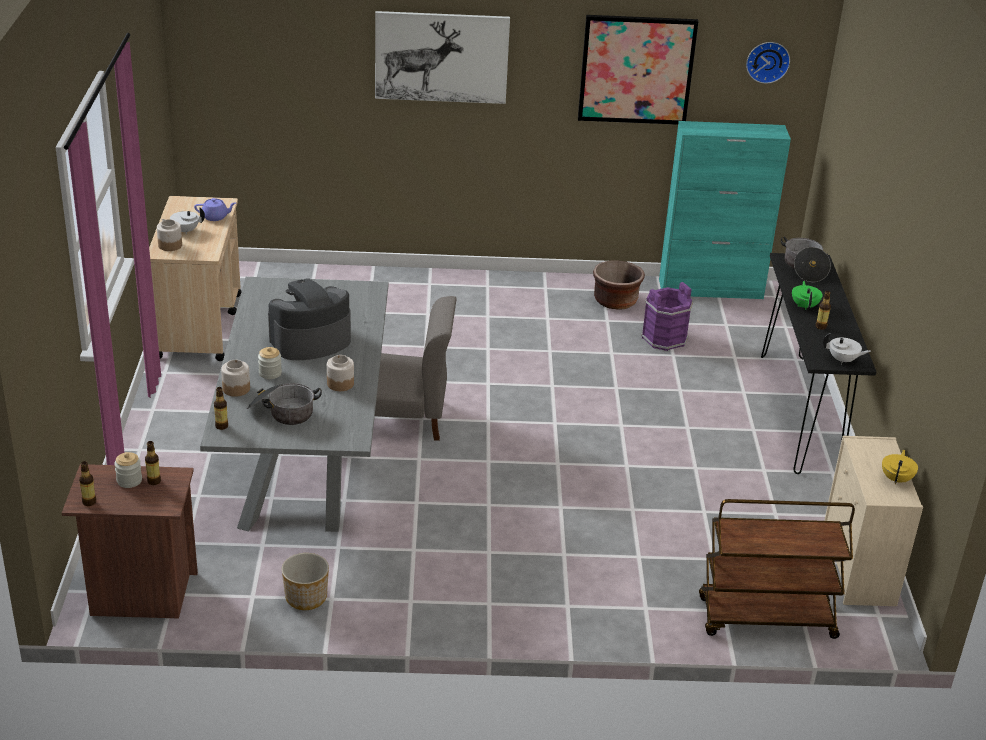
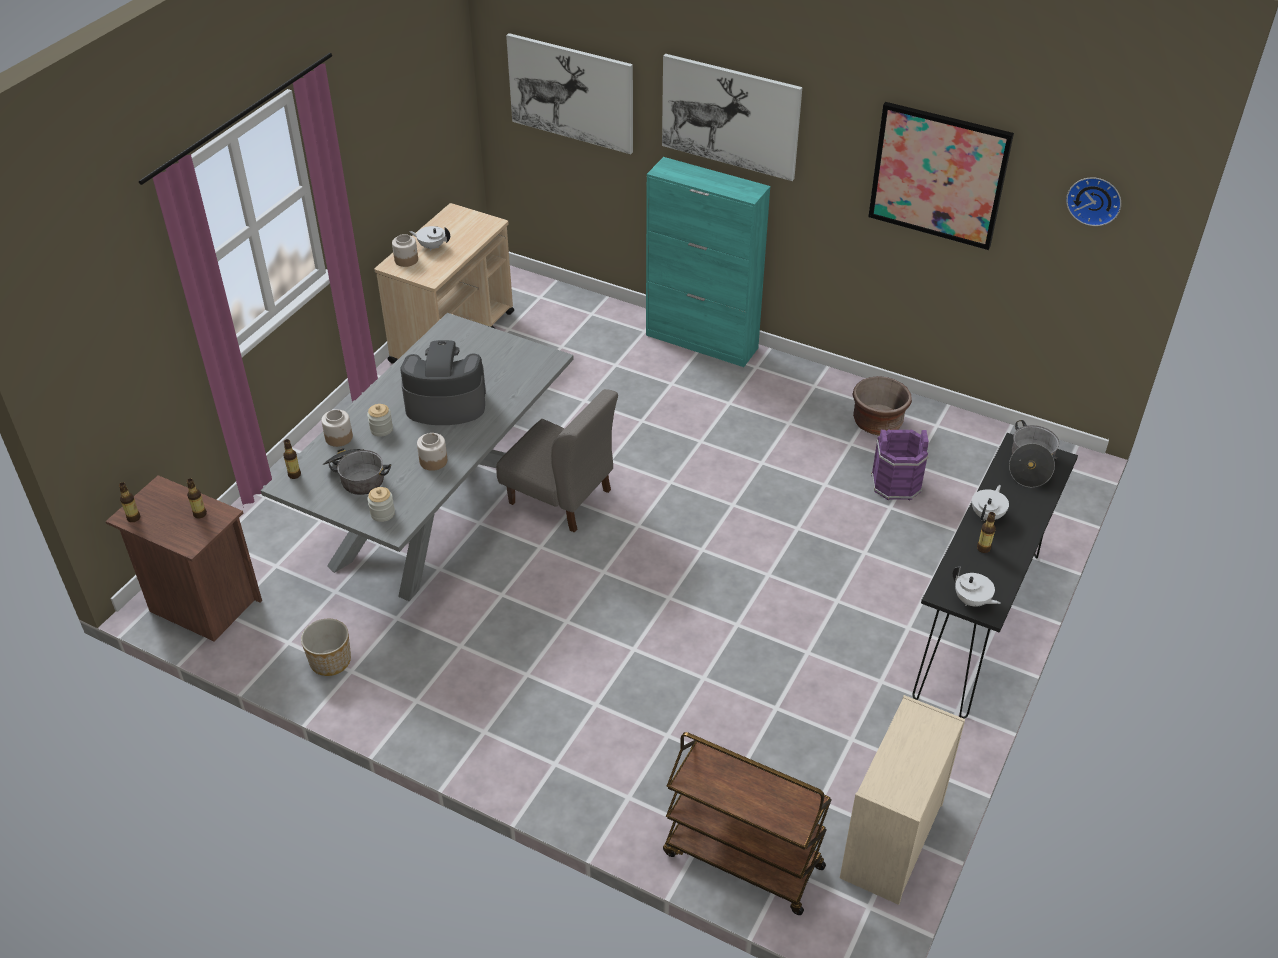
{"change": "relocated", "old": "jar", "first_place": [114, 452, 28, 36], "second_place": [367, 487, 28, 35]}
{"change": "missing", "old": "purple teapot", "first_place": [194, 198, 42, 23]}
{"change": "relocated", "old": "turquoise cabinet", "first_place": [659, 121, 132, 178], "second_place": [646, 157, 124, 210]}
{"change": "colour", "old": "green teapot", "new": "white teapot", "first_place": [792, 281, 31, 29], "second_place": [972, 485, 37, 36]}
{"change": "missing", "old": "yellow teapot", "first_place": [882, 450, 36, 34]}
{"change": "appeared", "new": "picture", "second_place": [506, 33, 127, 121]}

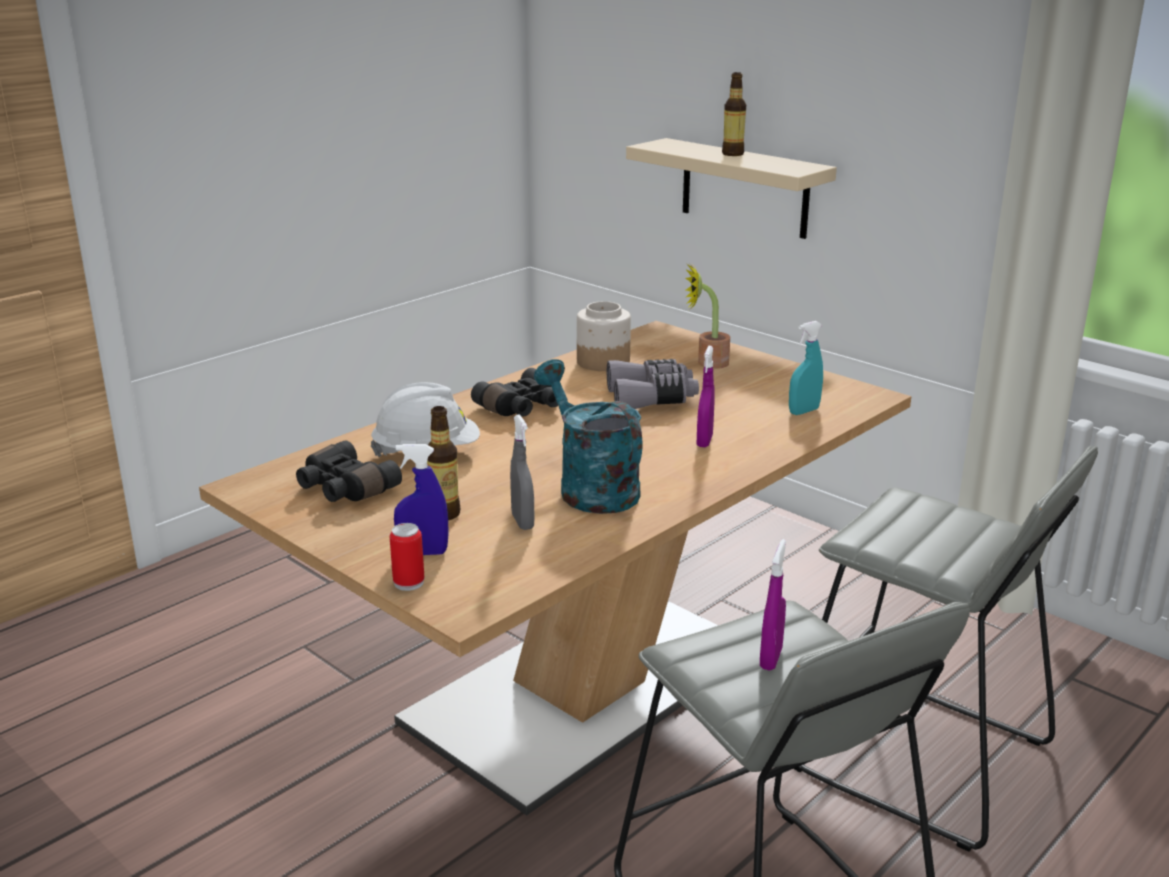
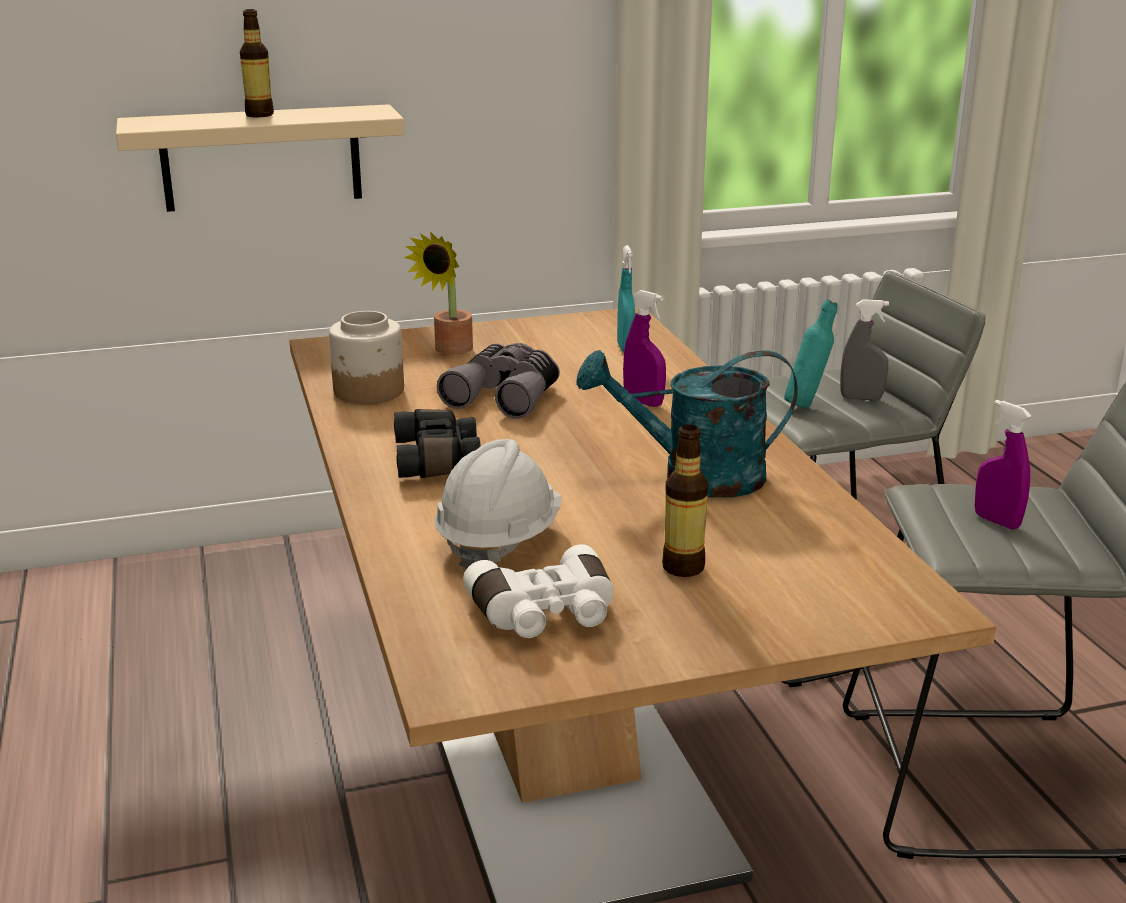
{"change": "colour", "old": "black binoculars", "new": "white binoculars", "first_place": [296, 440, 106, 62], "second_place": [463, 544, 150, 94]}
{"change": "missing", "old": "can", "first_place": [390, 523, 34, 68]}
{"change": "missing", "old": "blue spray bottle", "first_place": [394, 444, 55, 111]}
{"change": "relocated", "old": "grey spray bottle", "first_place": [510, 414, 25, 116], "second_place": [840, 299, 49, 101]}
{"change": "appeared", "new": "turquoise bottle", "second_place": [784, 300, 54, 108]}

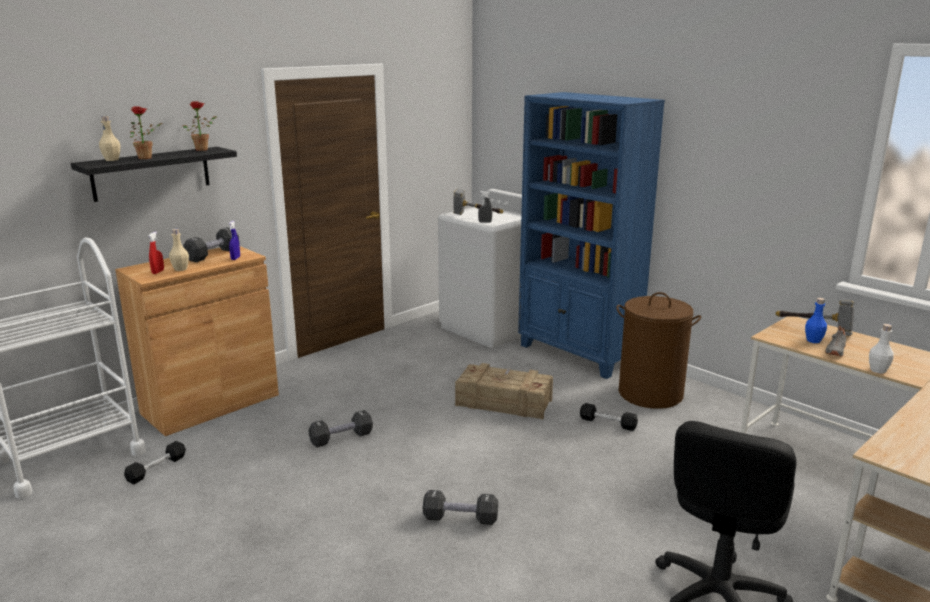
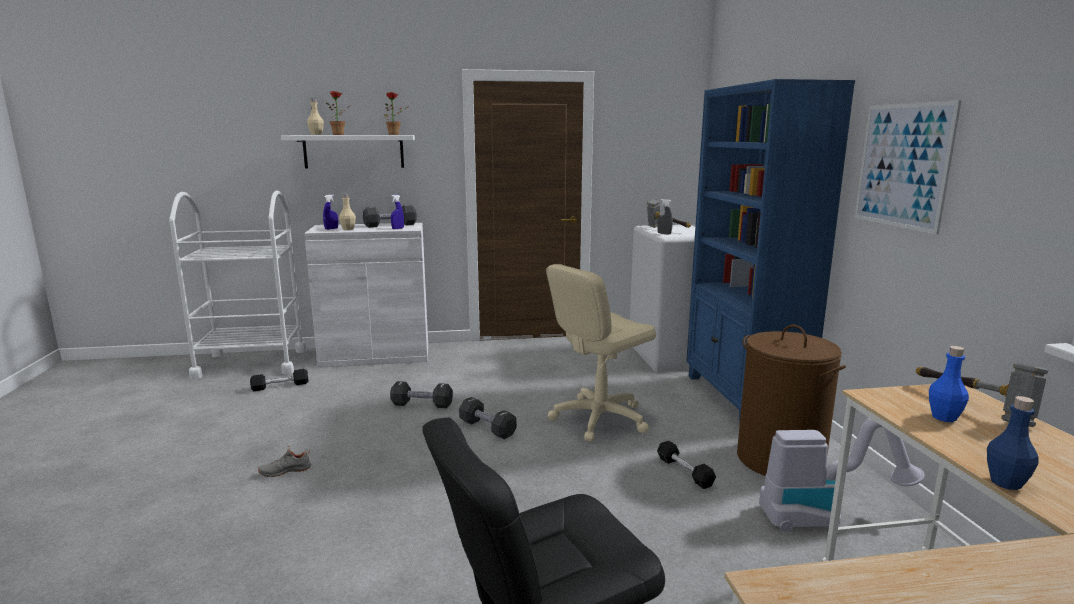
{"change": "colour", "old": "black shelf", "new": "white shelf", "first_place": [71, 147, 166, 55], "second_place": [281, 135, 134, 34]}
{"change": "colour", "old": "brown cabinet", "new": "white cabinet", "first_place": [115, 246, 164, 190], "second_place": [304, 223, 124, 145]}
{"change": "colour", "old": "red spray bottle", "new": "blue spray bottle", "first_place": [148, 231, 16, 43], "second_place": [323, 195, 15, 35]}
{"change": "relocated", "old": "black dumbbell", "first_place": [423, 490, 75, 35], "second_place": [459, 397, 58, 42]}
{"change": "exchanged", "old": "crate", "new": "beige office chair", "first_place": [455, 363, 98, 56], "second_place": [546, 264, 110, 178]}
{"change": "relocated", "old": "grey shoe", "first_place": [825, 326, 21, 31], "second_place": [258, 446, 53, 31]}
{"change": "colour", "old": "white bottle", "new": "blue bottle", "first_place": [869, 324, 25, 50], "second_place": [987, 396, 51, 94]}
{"change": "appeared", "new": "vacuum cleaner", "second_place": [759, 418, 166, 114]}
{"change": "appeared", "new": "picture", "second_place": [854, 100, 108, 135]}

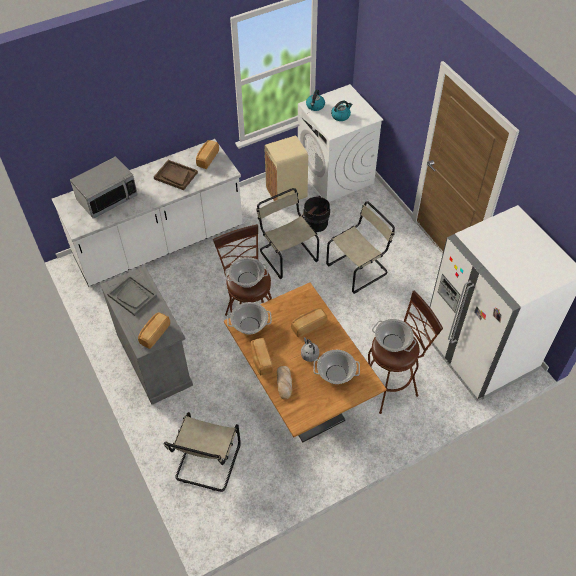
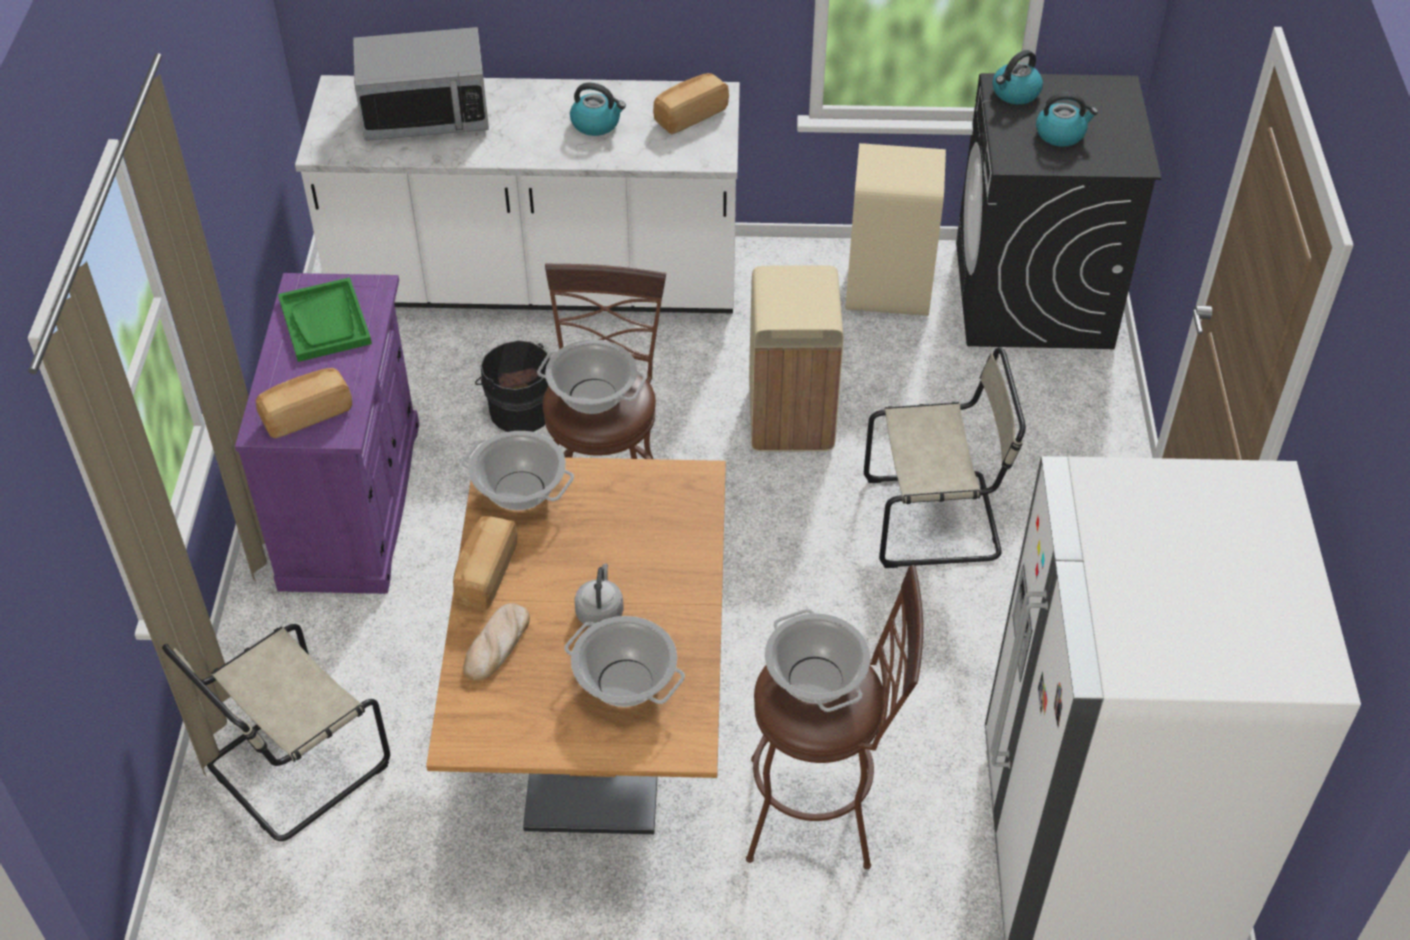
{"change": "colour", "old": "grey cabinet", "new": "purple cabinet", "first_place": [100, 266, 93, 139], "second_place": [235, 273, 184, 321]}
{"change": "colour", "old": "grey tray", "new": "green tray", "first_place": [107, 275, 50, 41], "second_place": [278, 277, 94, 85]}
{"change": "exchanged", "old": "brown tray", "new": "kettle", "first_place": [154, 160, 44, 30], "second_place": [570, 82, 56, 54]}
{"change": "exchanged", "old": "beige chair", "new": "beige trash can", "first_place": [257, 188, 62, 91], "second_place": [749, 265, 95, 187]}
{"change": "missing", "old": "bread", "first_place": [291, 307, 37, 30]}
{"change": "colour", "old": "white washing machine", "new": "black washing machine", "first_place": [298, 84, 85, 118], "second_place": [956, 73, 205, 276]}
{"change": "relocated", "old": "black bucket", "first_place": [302, 196, 28, 36], "second_place": [475, 340, 75, 92]}

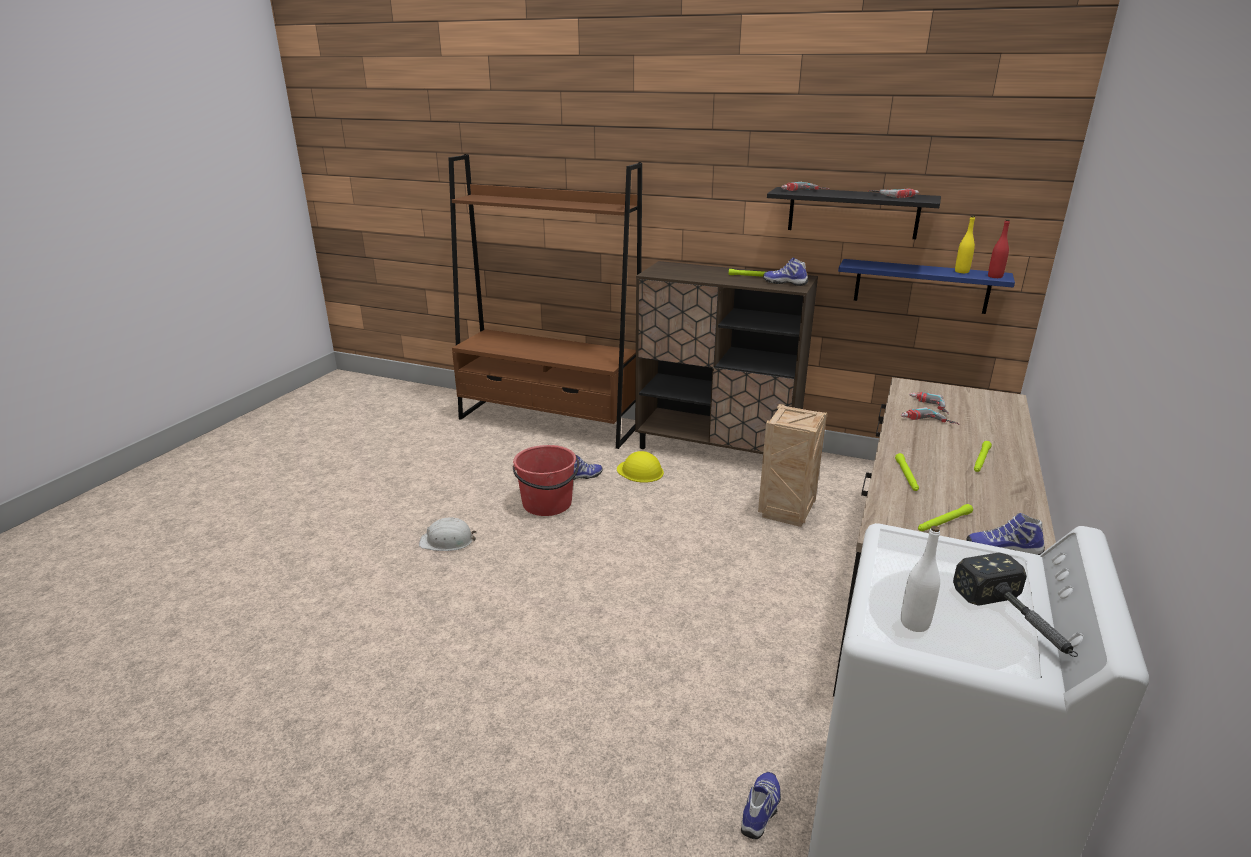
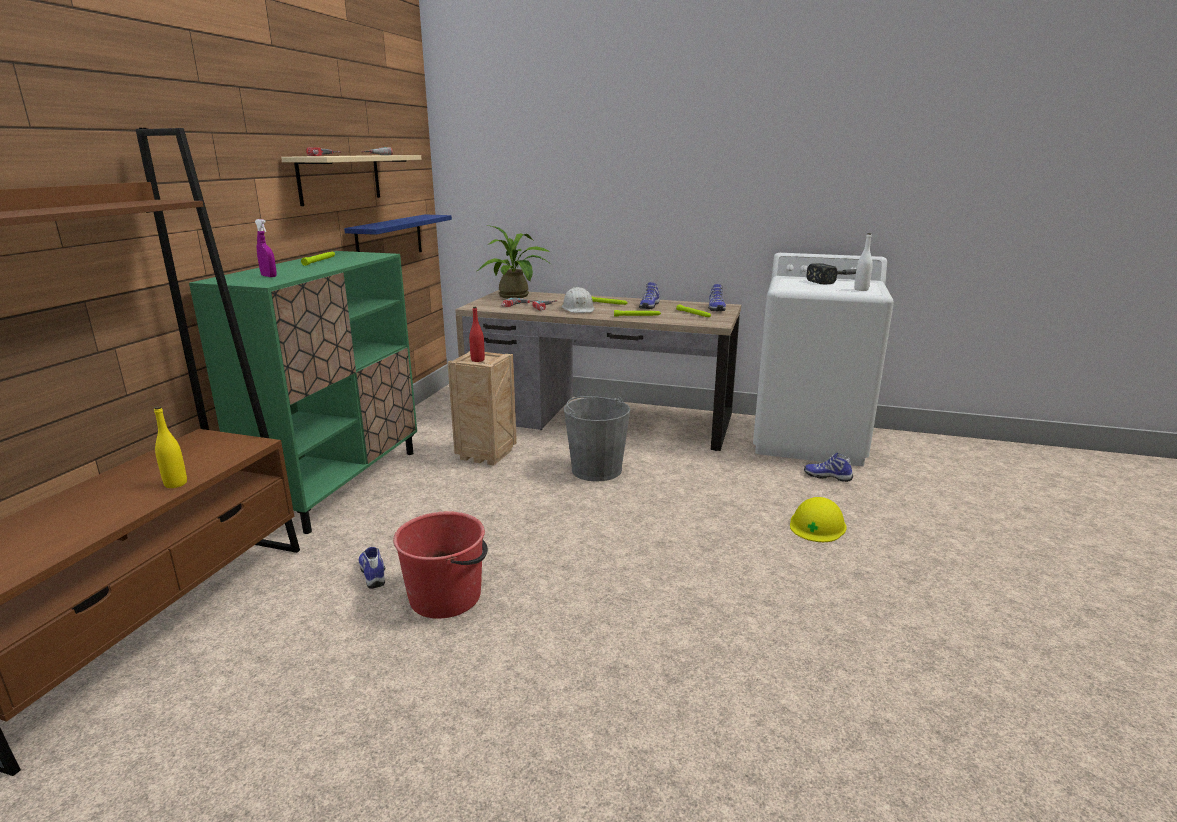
{"change": "relocated", "old": "white hard hat", "first_place": [419, 517, 58, 34], "second_place": [562, 287, 33, 26]}
{"change": "relocated", "old": "yellow hard hat", "first_place": [617, 451, 47, 32], "second_place": [790, 497, 57, 45]}
{"change": "colour", "old": "brown cabinet", "new": "green cabinet", "first_place": [635, 261, 183, 193], "second_place": [189, 251, 228, 283]}
{"change": "relocated", "old": "shoe", "first_place": [763, 258, 45, 28], "second_place": [639, 282, 20, 27]}
{"change": "colour", "old": "black shelf", "new": "beige shelf", "first_place": [767, 187, 174, 52], "second_place": [281, 155, 141, 51]}
{"change": "relocated", "old": "yellow bottle", "first_place": [955, 216, 20, 57], "second_place": [154, 406, 33, 82]}
{"change": "relocated", "old": "red bottle", "first_place": [988, 219, 22, 59], "second_place": [469, 307, 16, 55]}
{"change": "appeared", "new": "purple spray bottle", "second_place": [255, 219, 22, 58]}
{"change": "appeared", "new": "potted plant", "second_place": [477, 225, 75, 74]}
{"change": "appeared", "new": "grey bucket", "second_place": [564, 396, 66, 86]}

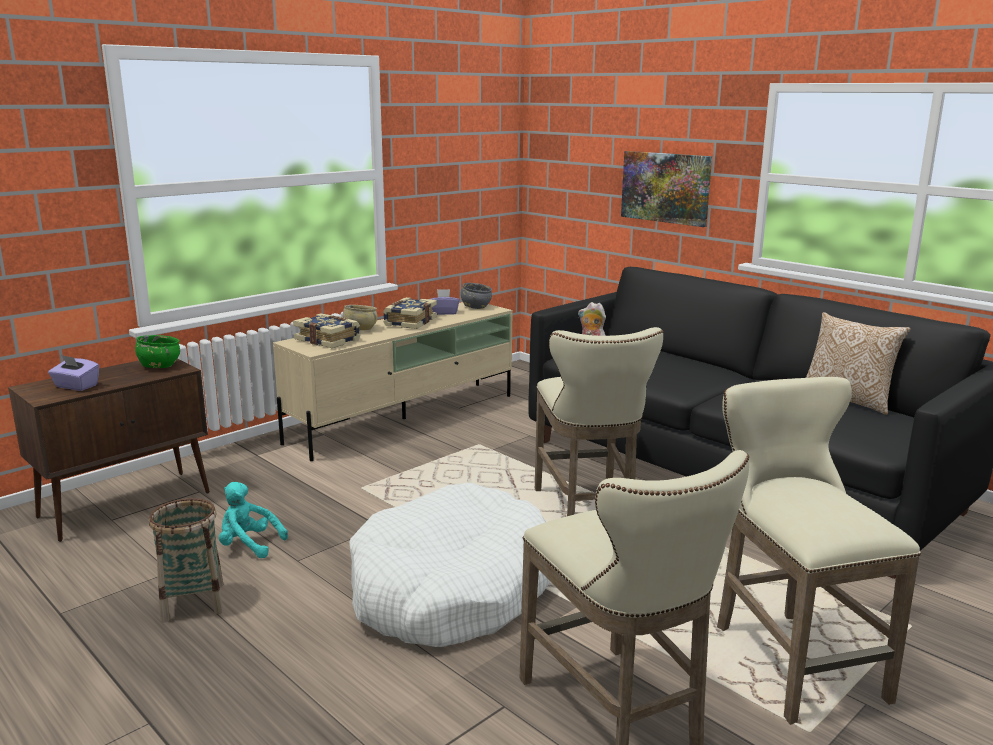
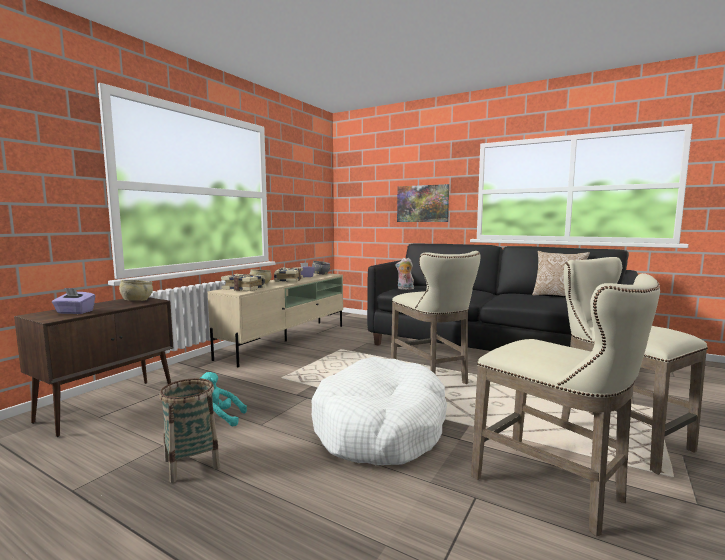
{"change": "colour", "old": "green bowl", "new": "beige bowl", "first_place": [135, 335, 45, 33], "second_place": [119, 280, 34, 21]}

